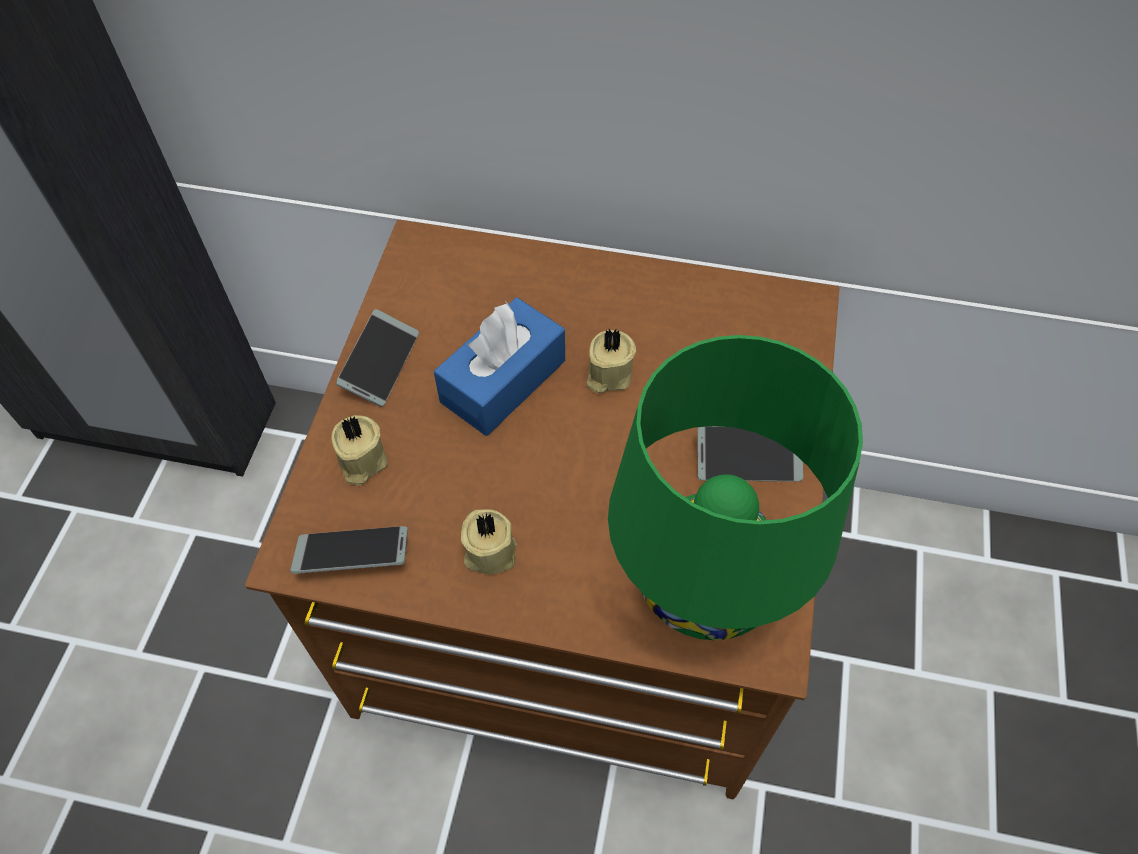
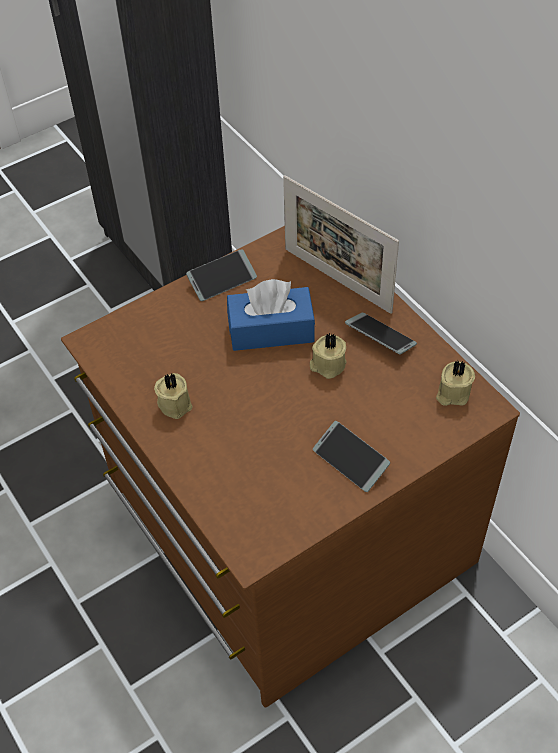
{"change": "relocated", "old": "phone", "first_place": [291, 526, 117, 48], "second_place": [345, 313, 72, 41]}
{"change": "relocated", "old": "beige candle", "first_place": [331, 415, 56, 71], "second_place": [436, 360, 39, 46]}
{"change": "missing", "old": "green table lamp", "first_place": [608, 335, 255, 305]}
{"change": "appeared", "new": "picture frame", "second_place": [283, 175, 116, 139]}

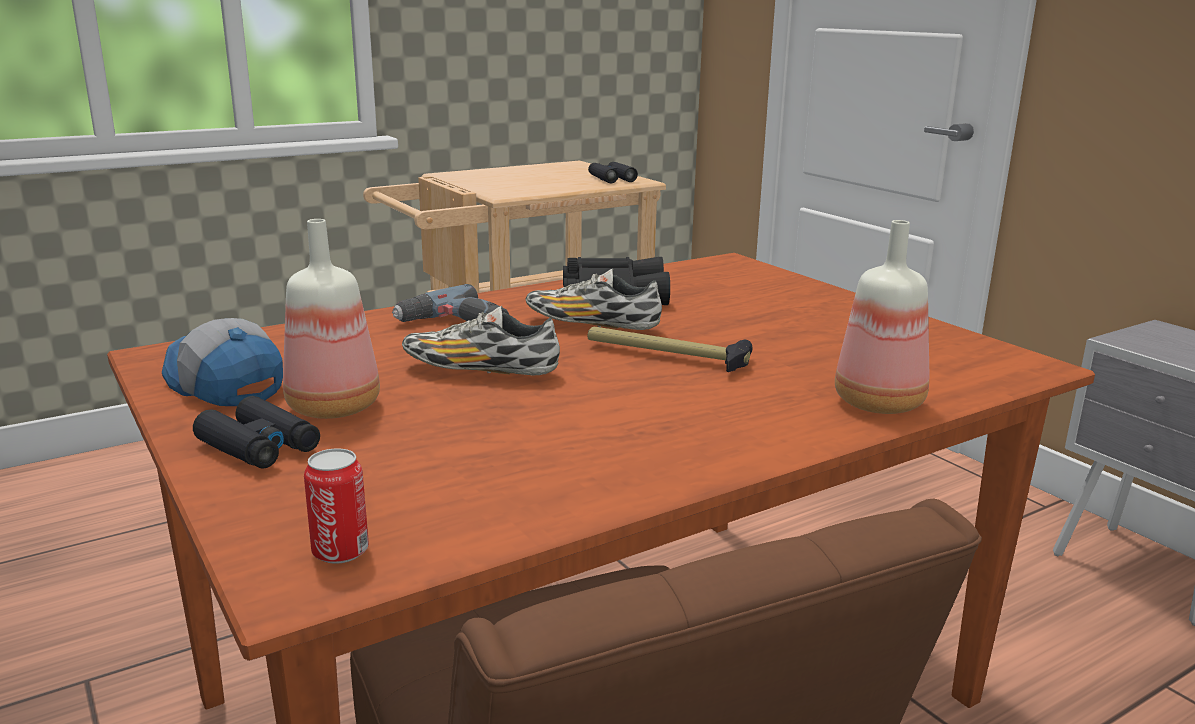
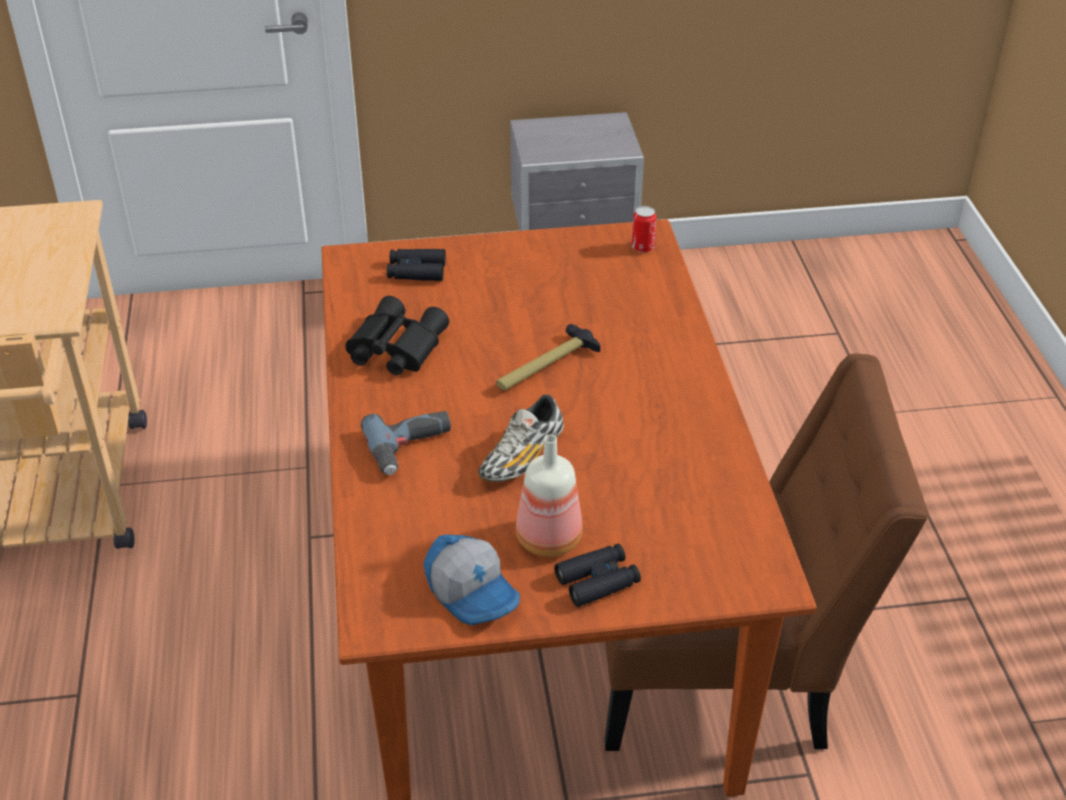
{"change": "spun", "old": "cap", "first_place": [162, 318, 121, 88], "second_place": [424, 534, 96, 91], "degrees": -105}
{"change": "relocated", "old": "can", "first_place": [304, 448, 65, 116], "second_place": [632, 206, 25, 47]}
{"change": "missing", "old": "shoe", "first_place": [526, 269, 136, 61]}
{"change": "relocated", "old": "black binoculars", "first_place": [588, 162, 50, 21], "second_place": [387, 249, 59, 32]}
{"change": "missing", "old": "bottle", "first_place": [835, 220, 94, 194]}

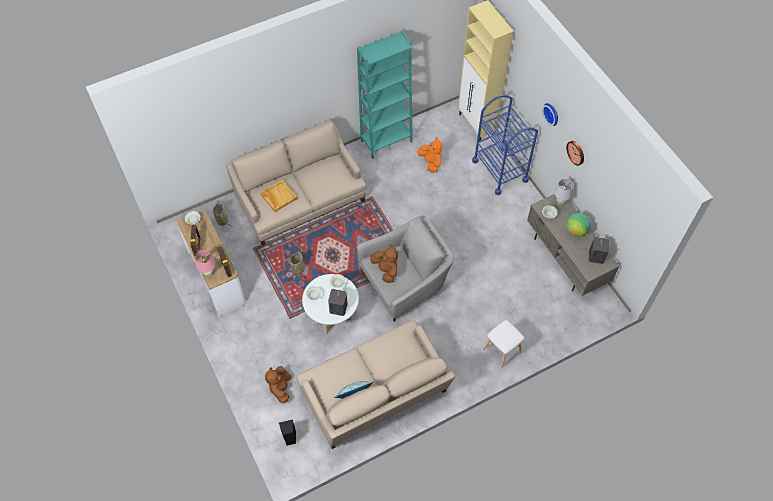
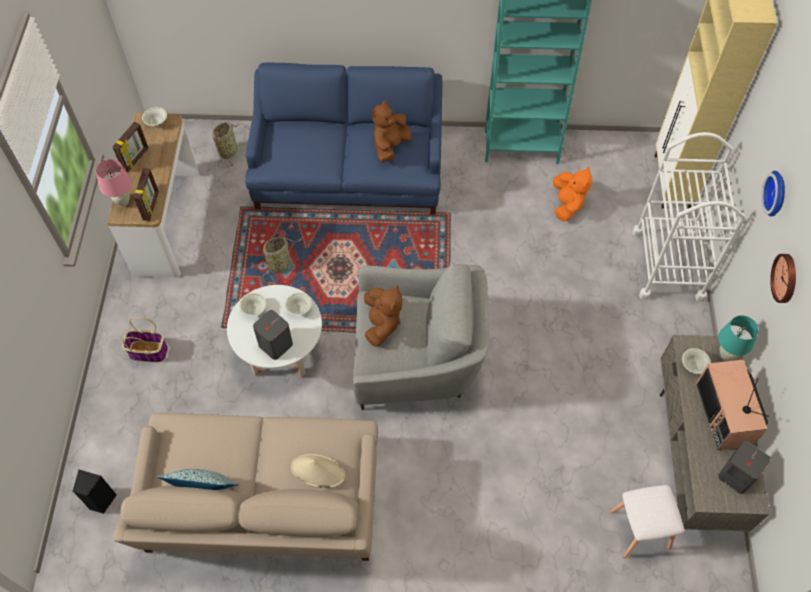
{"change": "colour", "old": "beige sofa", "new": "blue sofa", "first_place": [226, 120, 140, 126], "second_place": [245, 63, 198, 152]}
{"change": "missing", "old": "beige tray", "first_place": [260, 180, 37, 32]}
{"change": "relocated", "old": "brown plush toy", "first_place": [265, 366, 26, 37], "second_place": [371, 101, 40, 61]}
{"change": "colour", "old": "blue cart", "new": "white cart", "first_place": [472, 95, 66, 100], "second_place": [632, 132, 114, 170]}
{"change": "relocated", "old": "white stool", "first_place": [483, 320, 42, 48], "second_place": [610, 485, 74, 73]}
{"change": "colour", "old": "white table lamp", "new": "turquoise table lamp", "first_place": [554, 179, 19, 26], "second_place": [718, 315, 40, 45]}
{"change": "exchanged", "old": "globe", "new": "television", "first_place": [566, 213, 25, 24], "second_place": [696, 360, 73, 91]}
{"change": "appeared", "new": "basket", "second_place": [122, 317, 46, 45]}
{"change": "appeared", "new": "beige hat", "second_place": [291, 454, 54, 34]}

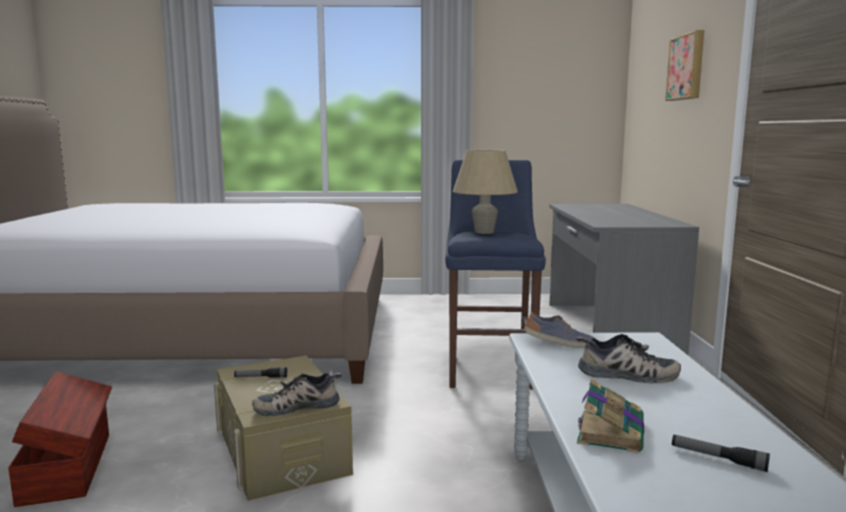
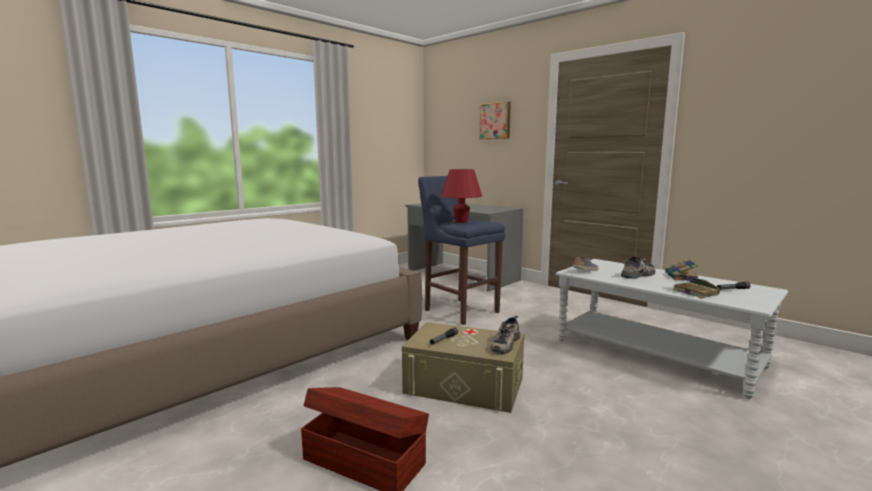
{"change": "colour", "old": "beige table lamp", "new": "red table lamp", "first_place": [453, 150, 65, 84], "second_place": [441, 169, 41, 54]}
{"change": "appeared", "new": "book", "second_place": [665, 259, 33, 21]}

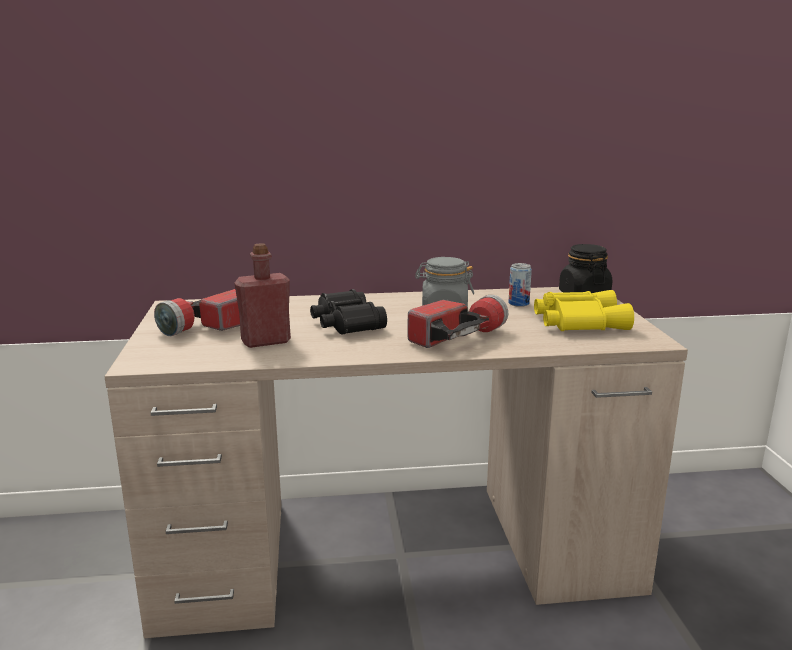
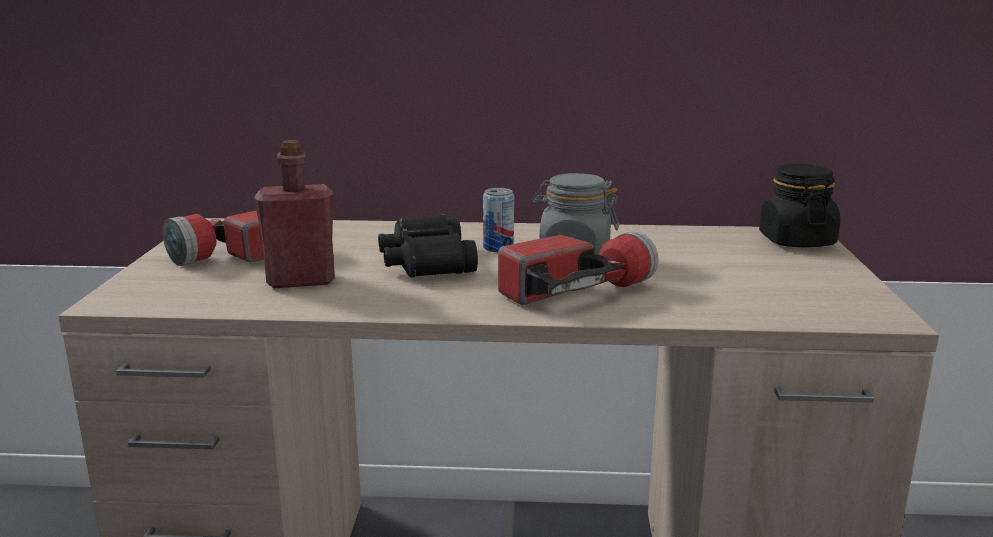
{"change": "relocated", "old": "can", "first_place": [508, 263, 24, 44], "second_place": [483, 188, 31, 64]}
{"change": "missing", "old": "yellow binoculars", "first_place": [534, 290, 100, 41]}

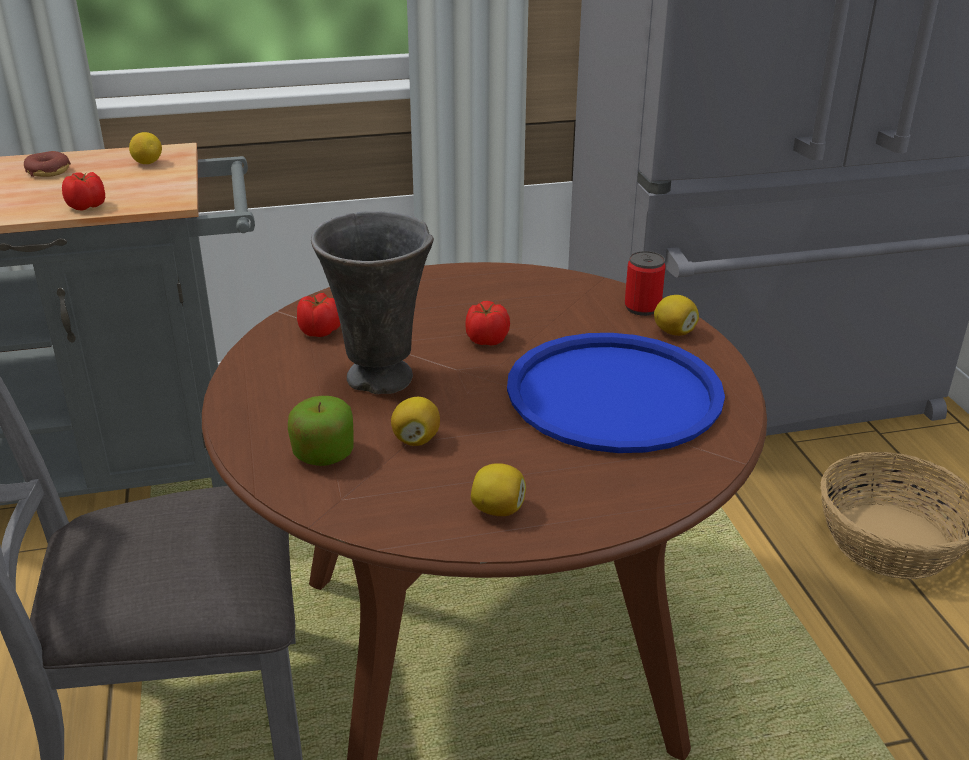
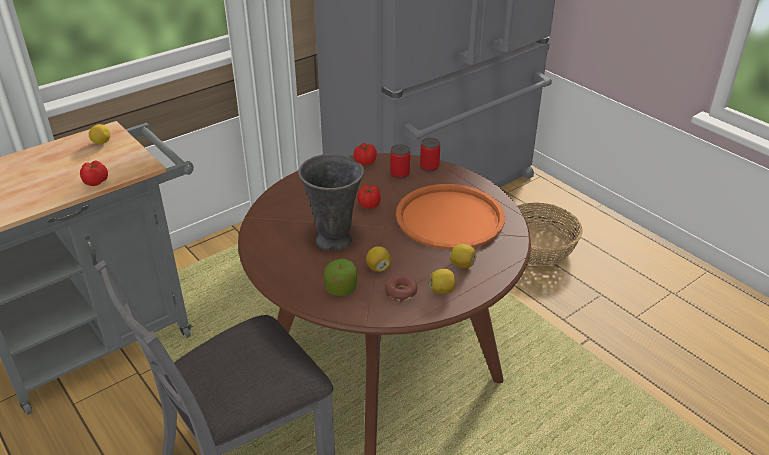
{"change": "relocated", "old": "donut", "first_place": [24, 151, 47, 26], "second_place": [385, 275, 32, 28]}
{"change": "relocated", "old": "tomato", "first_place": [297, 293, 44, 44], "second_place": [354, 143, 23, 23]}
{"change": "colour", "old": "blue tray", "new": "orange tray", "first_place": [507, 333, 218, 120], "second_place": [396, 184, 109, 66]}
{"change": "relocated", "old": "lemon", "first_place": [654, 295, 45, 41], "second_place": [450, 244, 26, 25]}
{"change": "appeared", "new": "can", "second_place": [390, 144, 20, 35]}

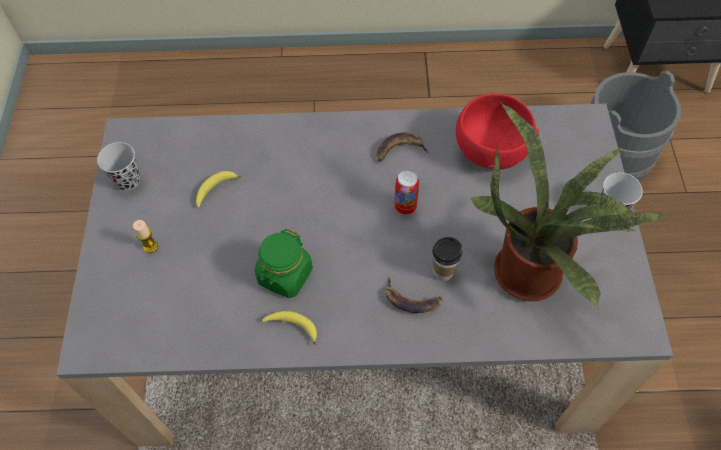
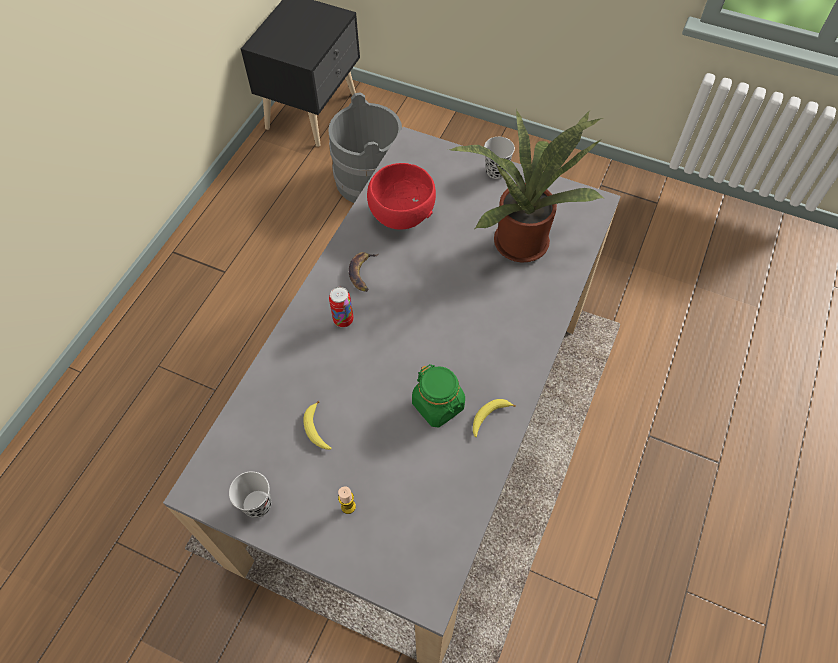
{"change": "missing", "old": "banana", "first_place": [385, 277, 57, 36]}
{"change": "relocated", "old": "can", "first_place": [395, 170, 24, 45], "second_place": [329, 287, 25, 41]}
{"change": "missing", "old": "cup", "first_place": [432, 237, 30, 44]}

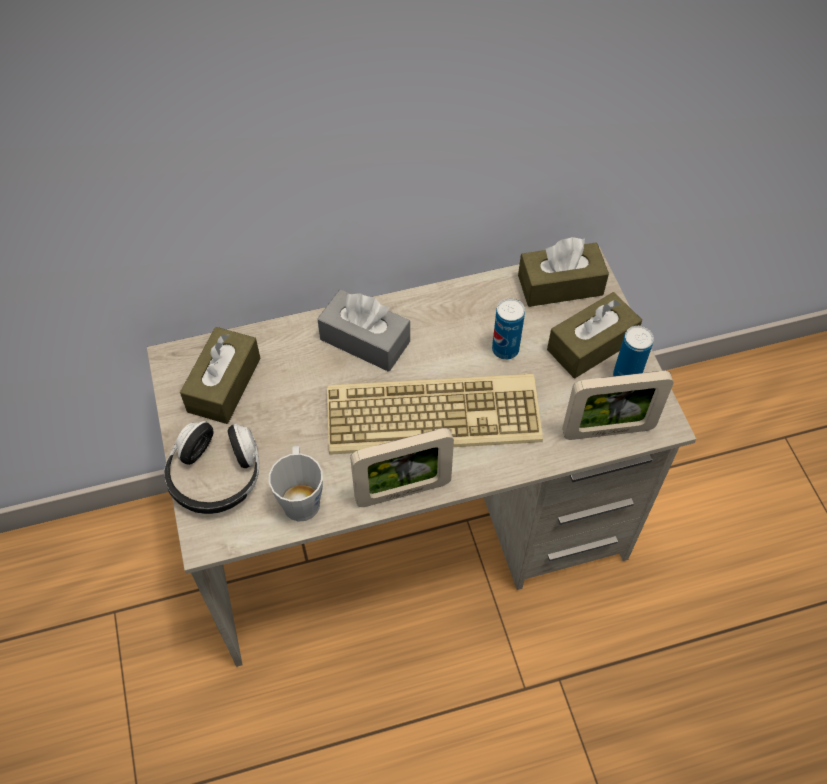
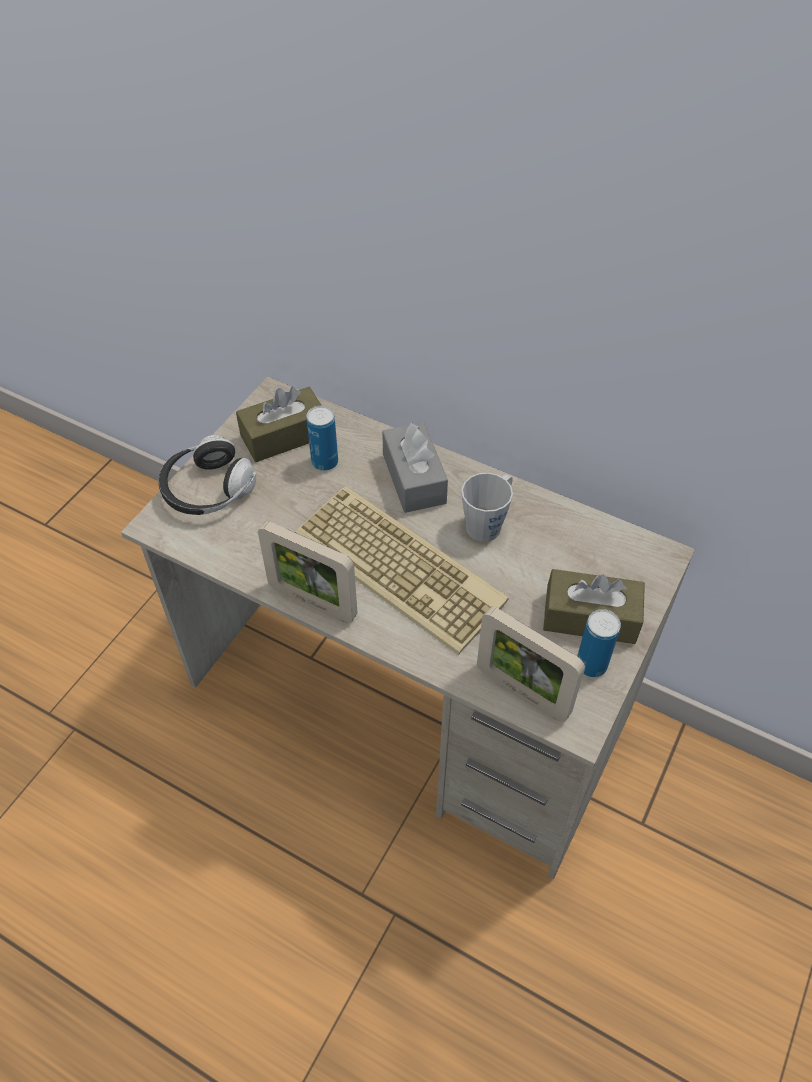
{"change": "relocated", "old": "grey mug", "first_place": [269, 446, 54, 75], "second_place": [461, 473, 52, 69]}
{"change": "relocated", "old": "can", "first_place": [492, 298, 33, 62], "second_place": [306, 406, 32, 65]}
{"change": "missing", "old": "brown tissue box", "first_place": [518, 237, 91, 70]}

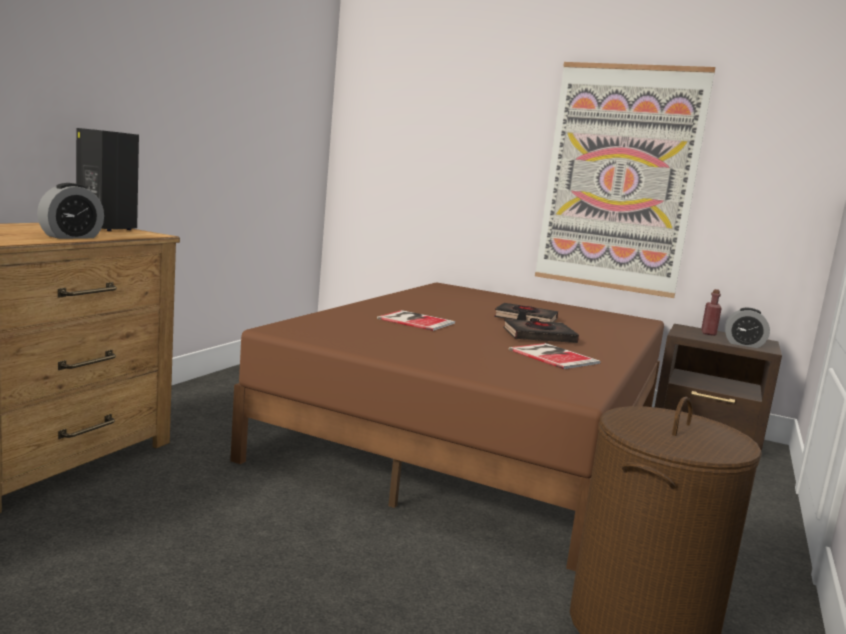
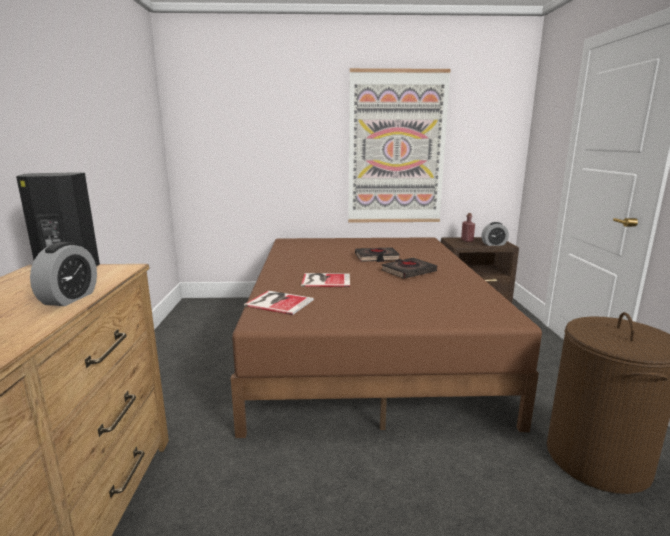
{"change": "relocated", "old": "book", "first_place": [509, 343, 91, 26], "second_place": [244, 291, 70, 24]}

